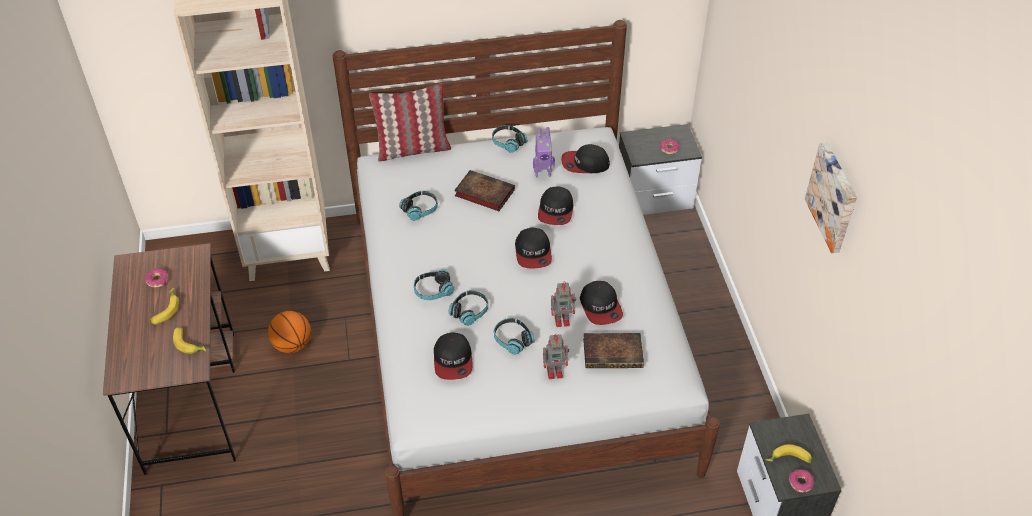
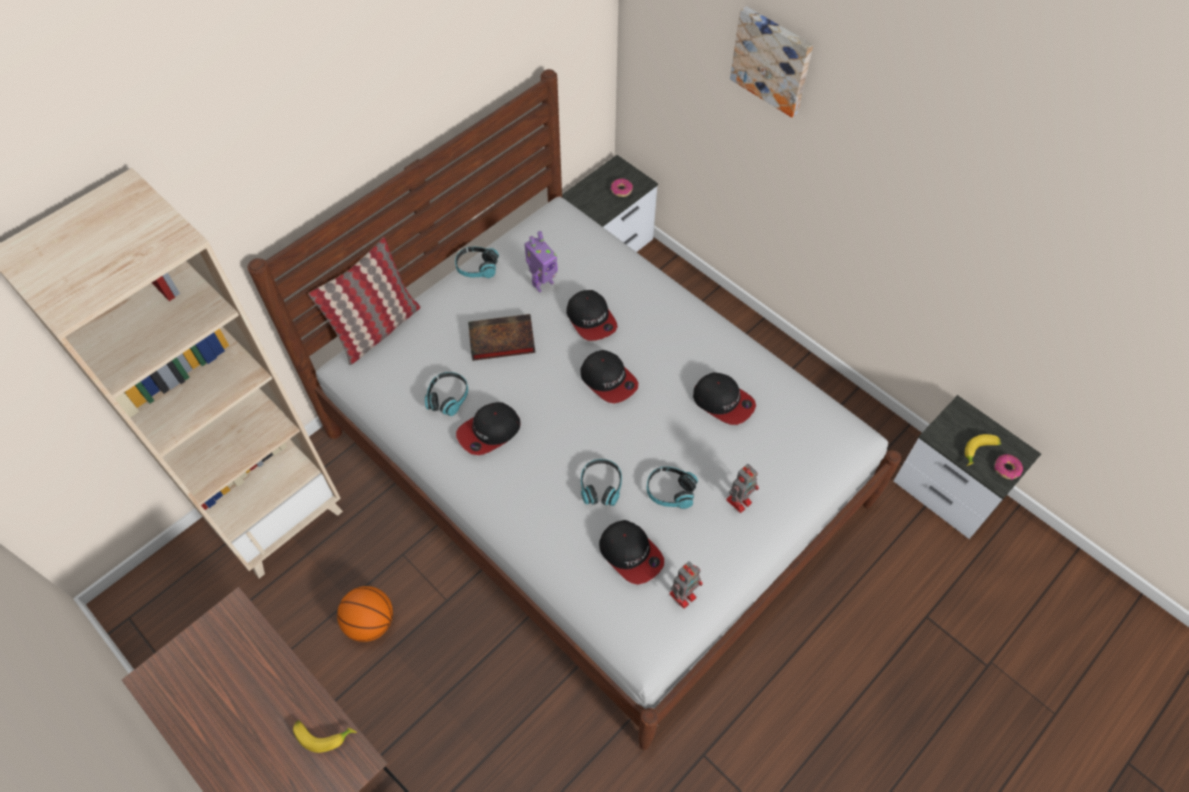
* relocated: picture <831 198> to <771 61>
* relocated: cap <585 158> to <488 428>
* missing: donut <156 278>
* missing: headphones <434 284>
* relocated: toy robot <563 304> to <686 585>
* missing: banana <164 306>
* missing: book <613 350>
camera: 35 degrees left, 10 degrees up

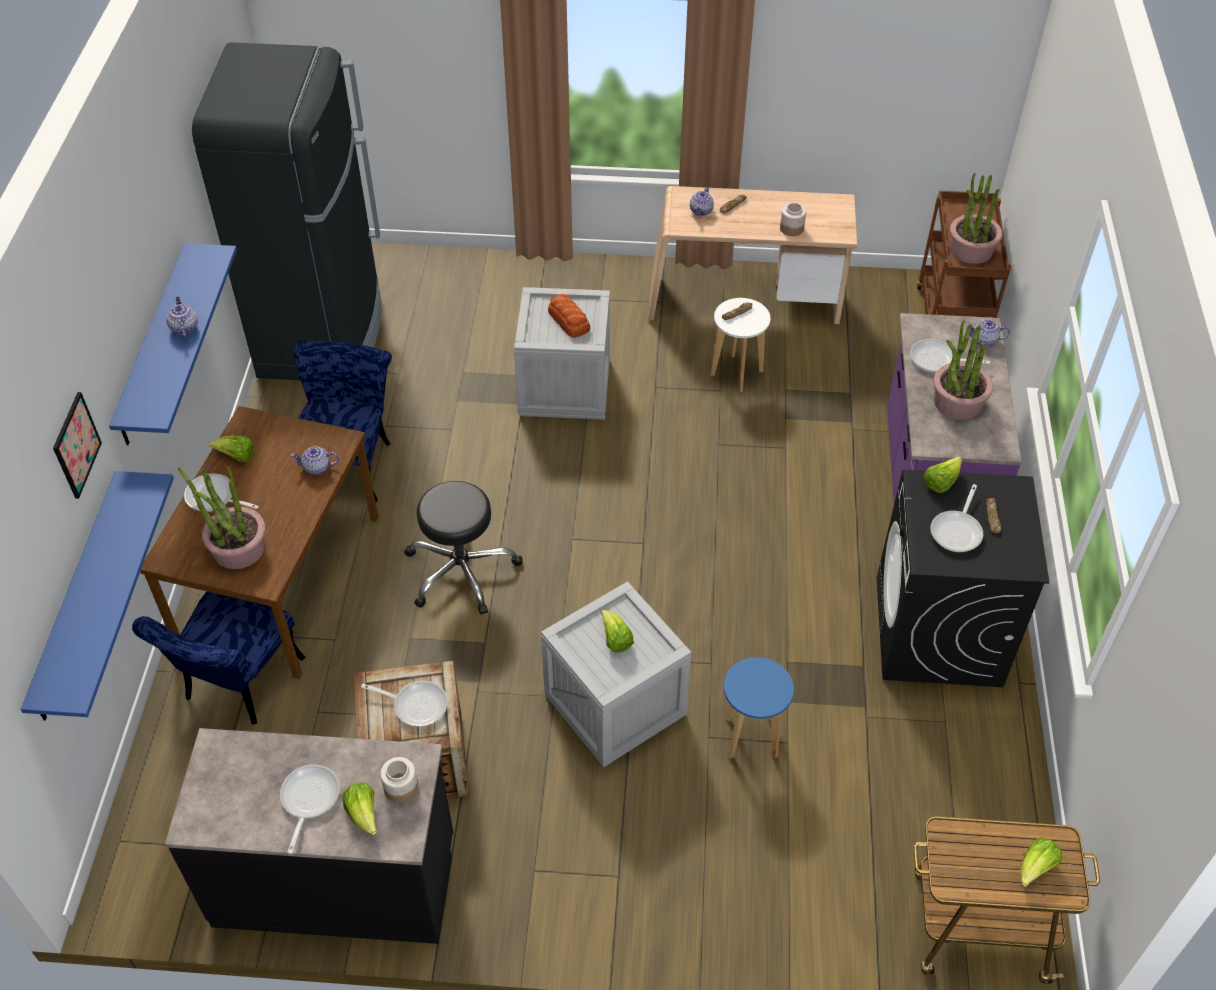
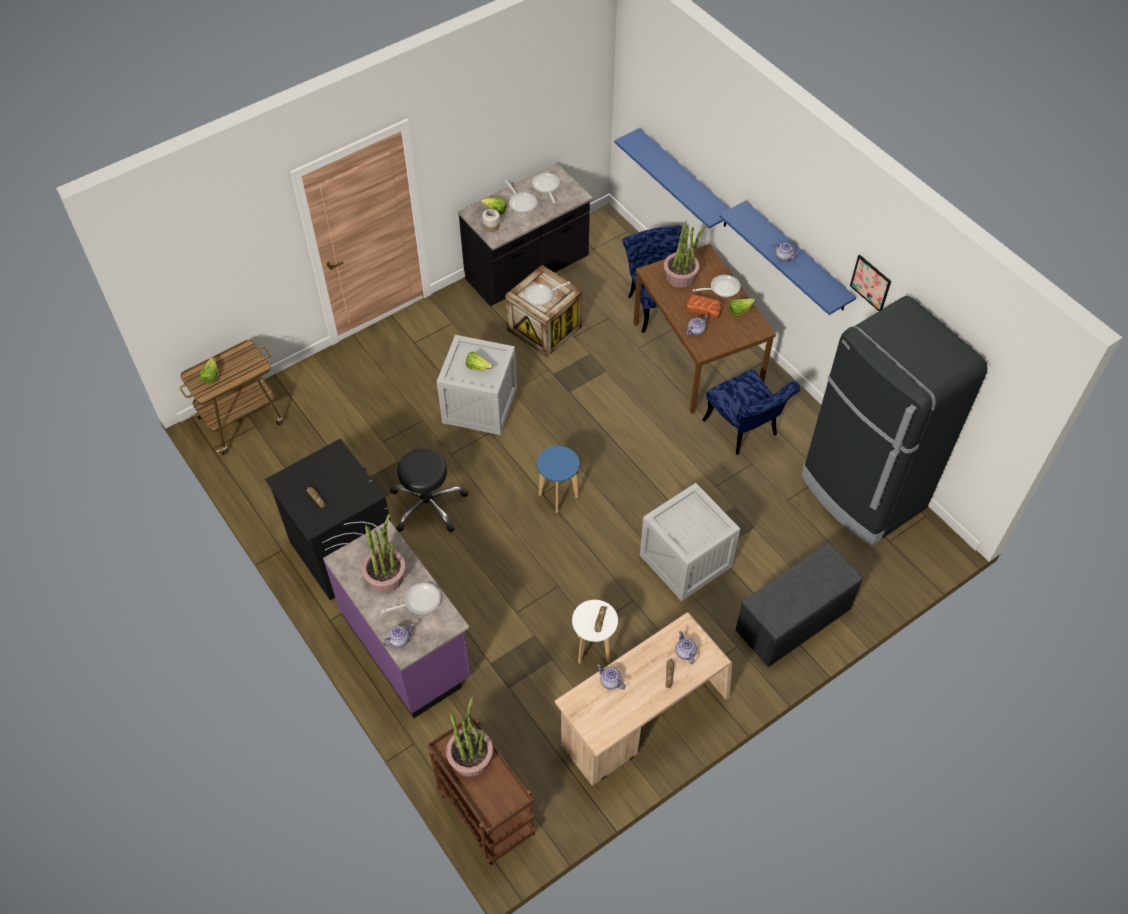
* exchanged: jar <793 219> to teapot <611 677>
* relocated: bread <569 316> to <704 307>
* relocated: picture <77 445> to <870 283>
* missing: lettuce <943 475>
* relocated: stool (black) <463 547> to <429 490>
* relocated: frying pan <957 518> to <546 188>
* relocated: stool (blue) <759 708> to <558 479>
* appeared: bench (grey) <799 605>
camera: 140 degrees right, 5 degrees up

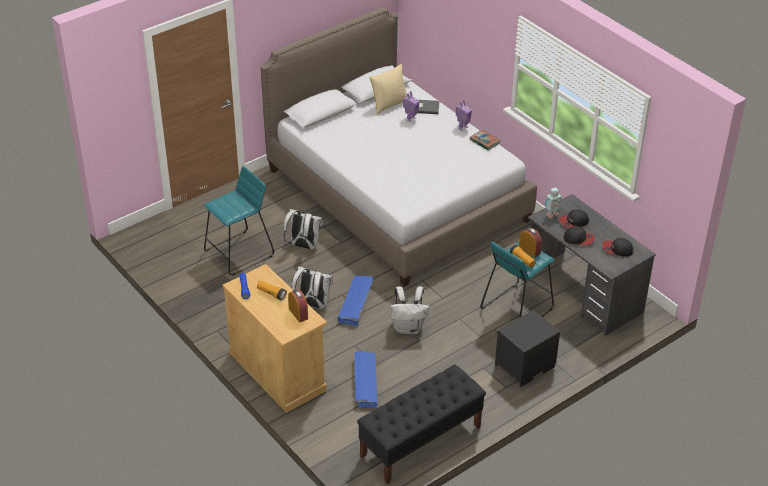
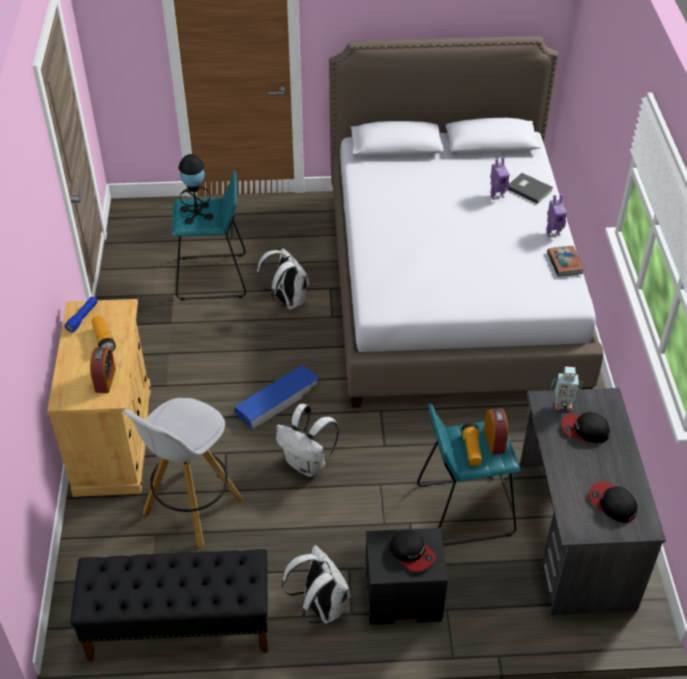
* missing: pillow <388 89>
* relocated: cap <579 235> to <412 550>
* relocated: backpack (white) <312 287> to <316 584>
* exchanged: storage box (blue) <366 379> to stool (white) <183 472>
* appeared: table lamp (black) <196 189>
camera: 35 degrees right, 5 degrees up

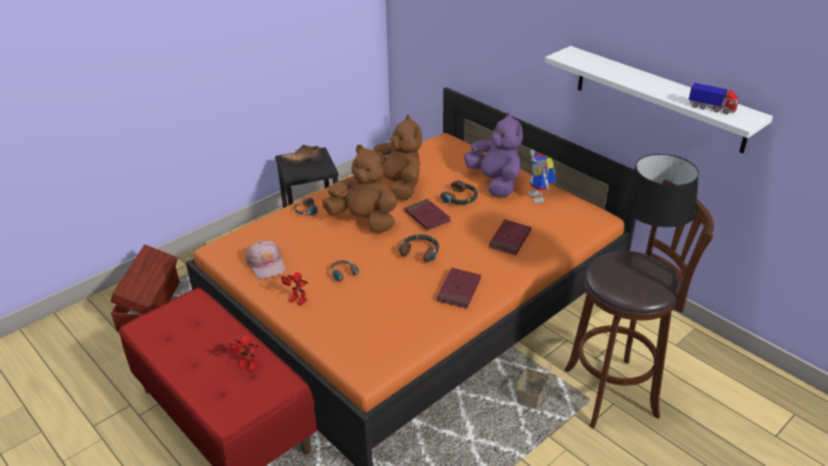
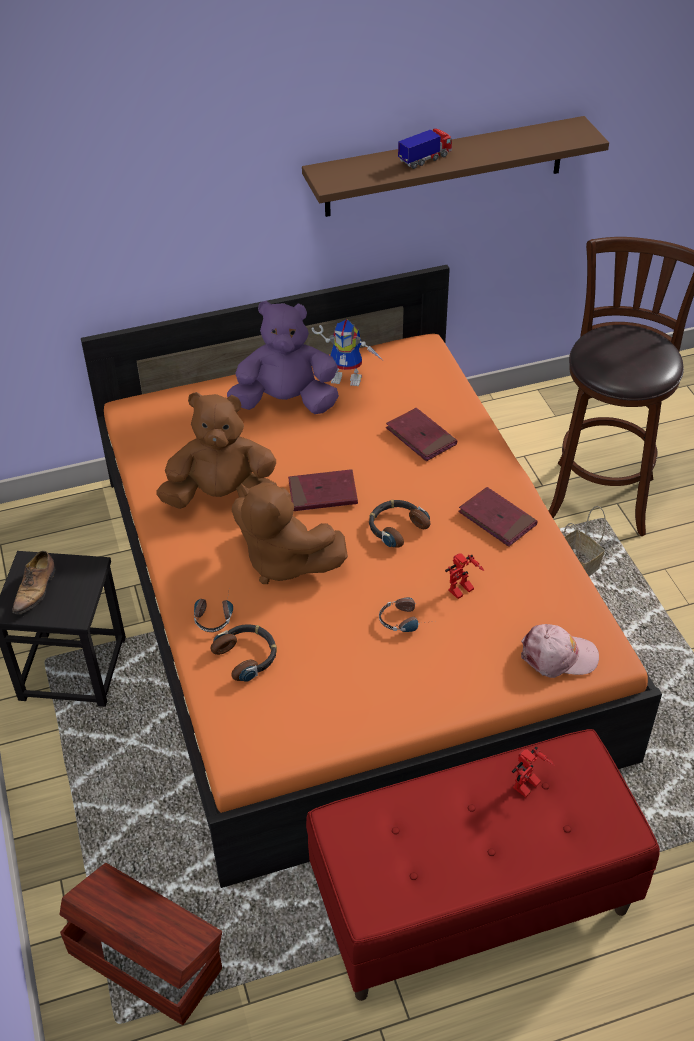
* colour: shelf (white) <659 99> to shelf (brown) <455 166>
* relocated: toy truck <713 99> to <425 148>
* spun: plush toy (brown) <359 189> = <290 533> 105 degrees counterclockwise
* missing: table lamp (black) <660 206>
* relocated: headphones <459 192> to <244 653>
* relocated: cap (pink) <265 260> to <560 651>
* relocated: toy robot <294 289> to <464 576>
camera: 65 degrees left, 10 degrees up

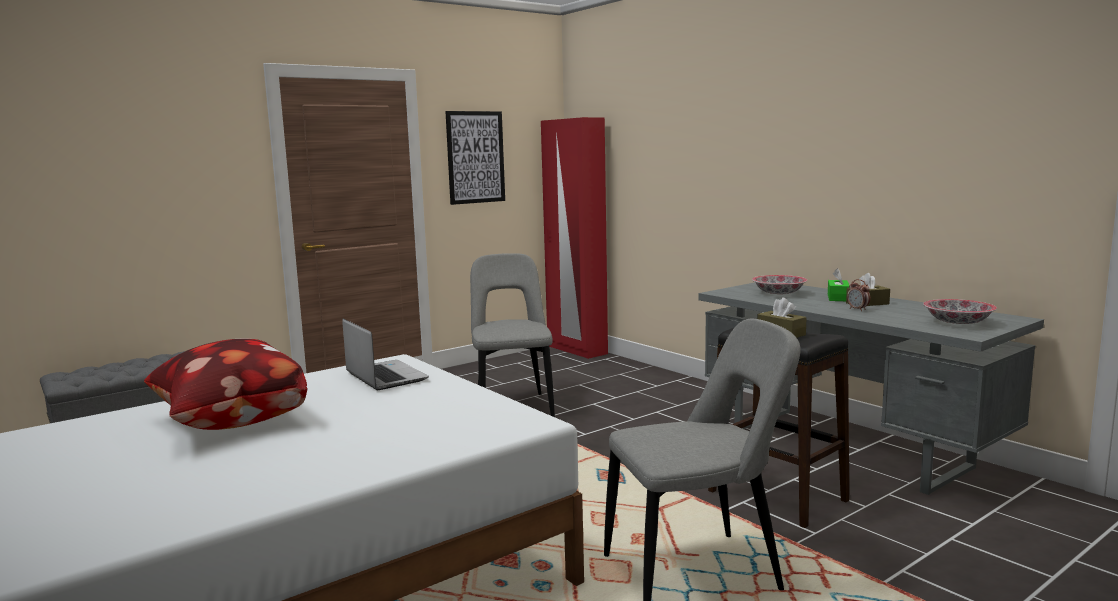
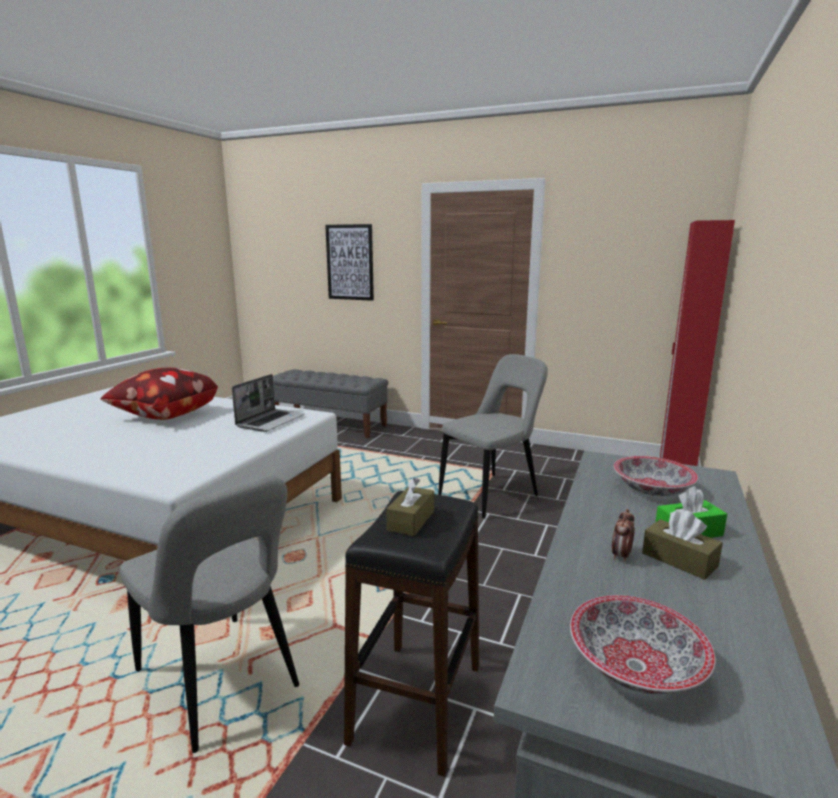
* relocated: picture <475 158> to <349 262>
camera: 60 degrees right, 5 degrees up

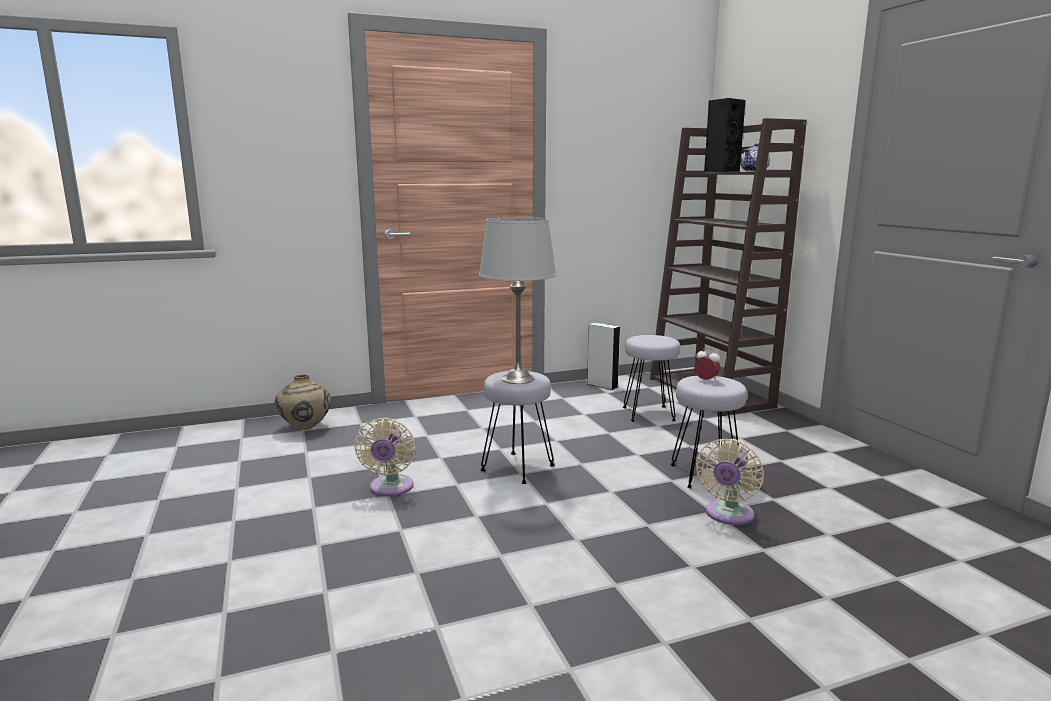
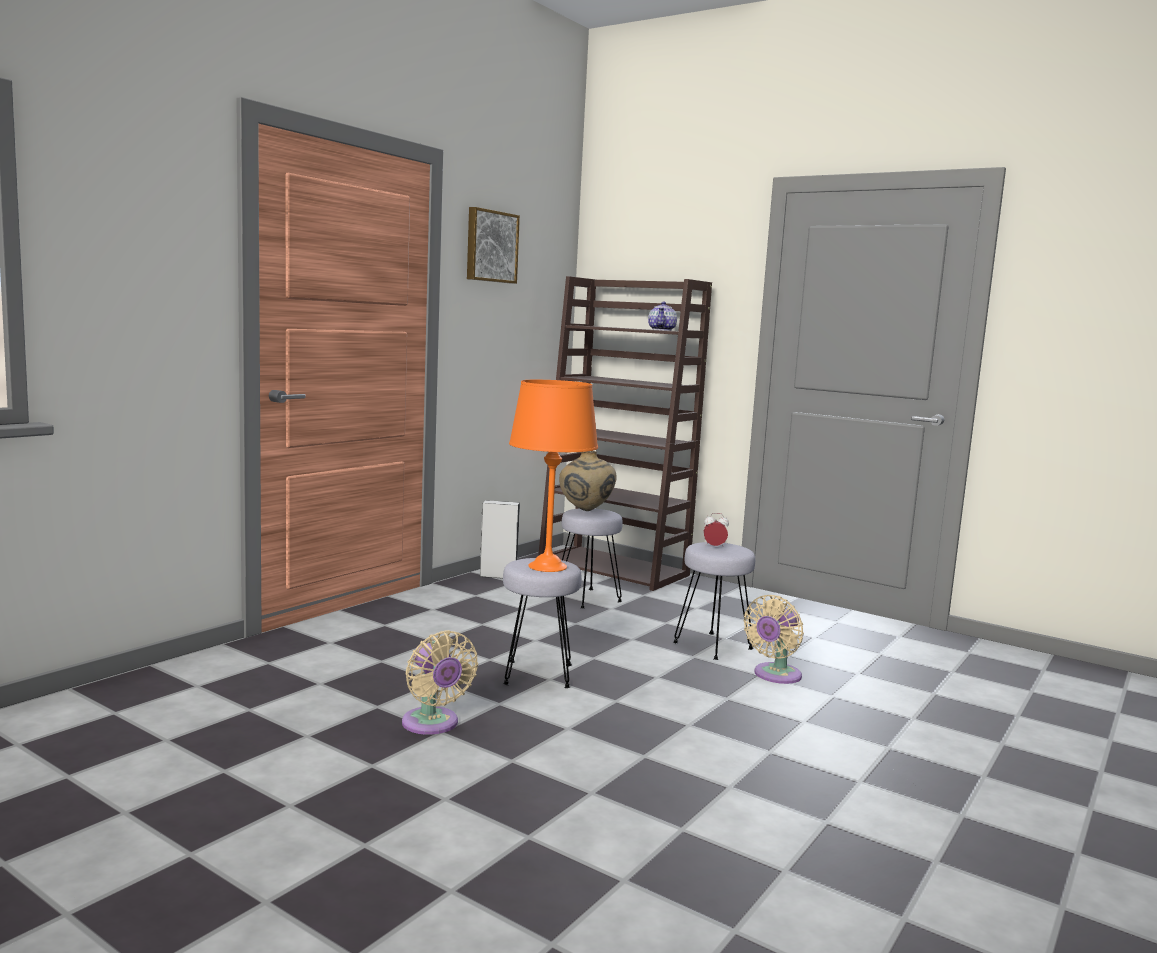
* missing: speaker (black) <725 135>
* colour: table lamp (grey) <517 300> to table lamp (orange) <553 476>
* relocated: vase (beige) <303 402> to <588 481>
* spun: fan (beige) <730 482> = <773 639> 45 degrees clockwise
* appeared: picture <493 245>
camera: 35 degrees left, 5 degrees down

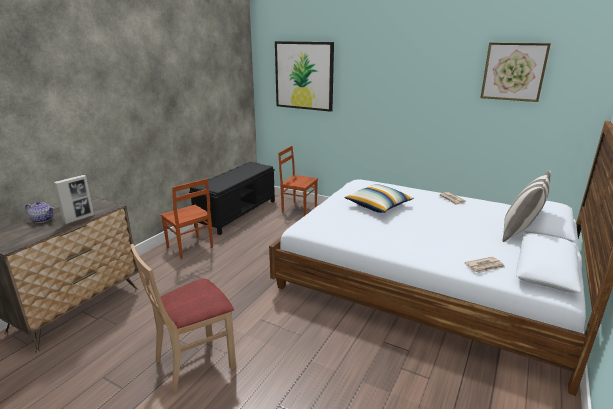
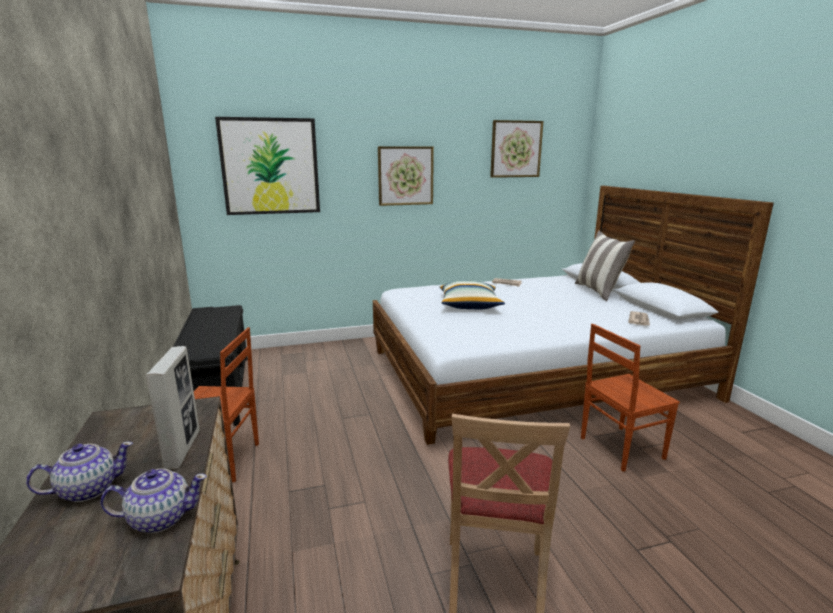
* relocated: chair (brown) <298 181> to <630 398>
* appeared: picture <406 176>
* appeared: teapot <154 501>
camera: 45 degrees left, 5 degrees down

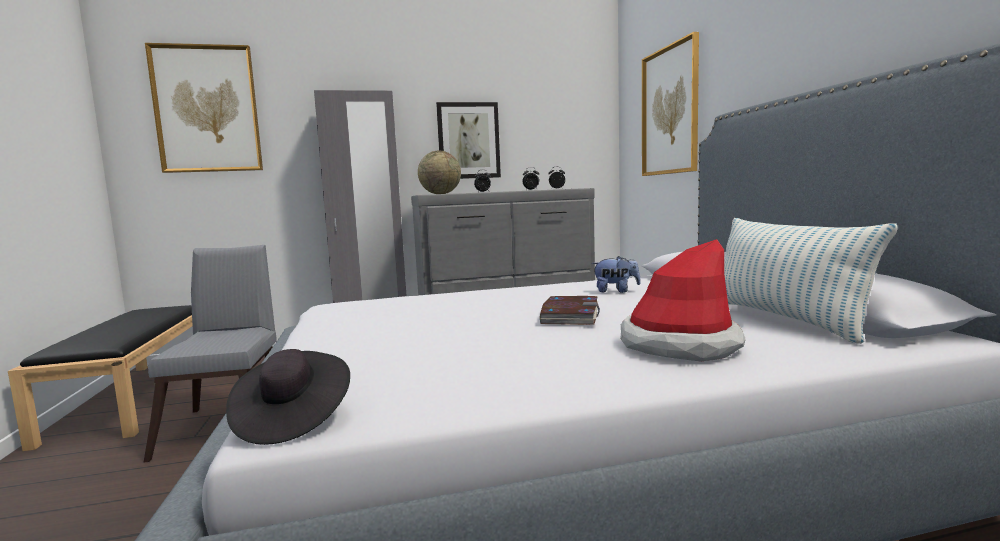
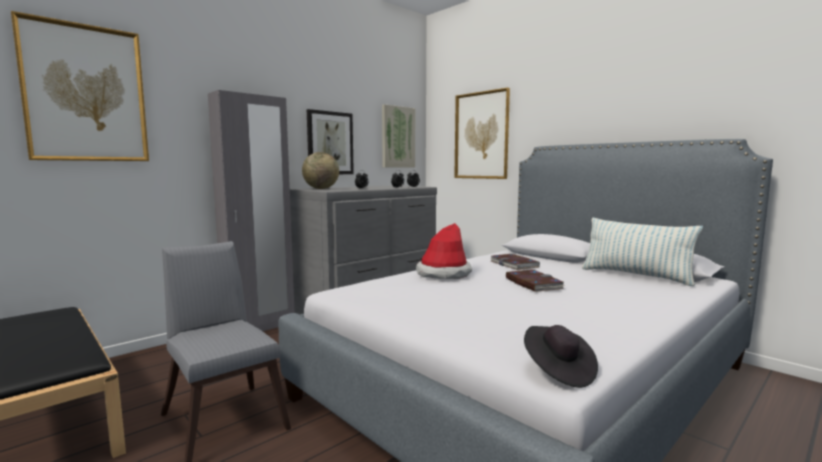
* relocated: hat <683 300> to <444 251>
* exchanged: plush toy <616 274> to book <514 262>
* appeared: picture <398 136>
camera: 30 degrees left, 0 degrees up

